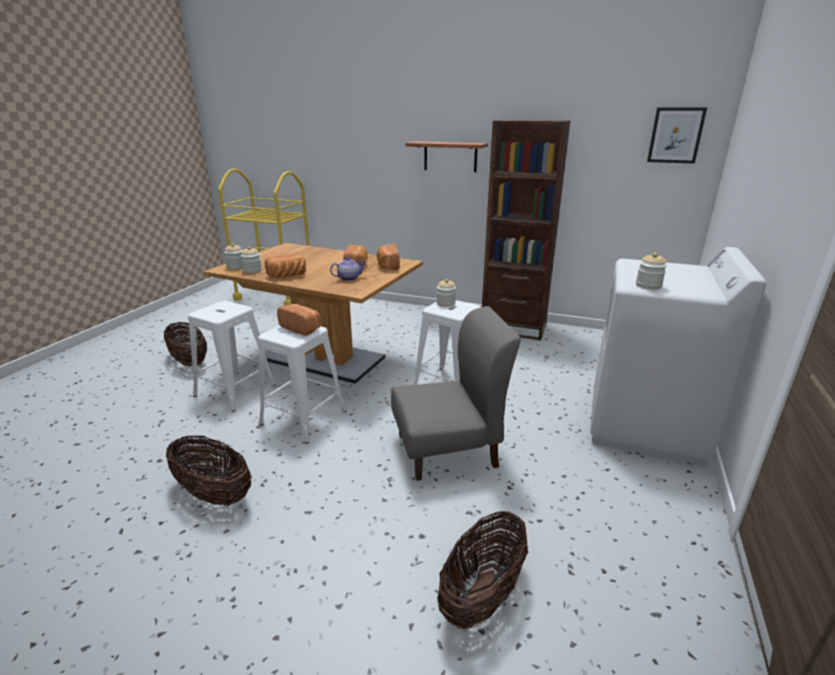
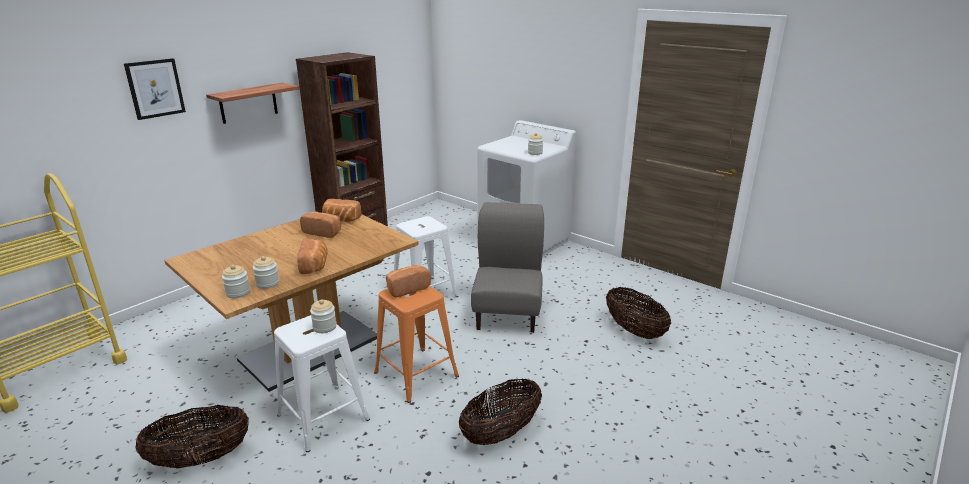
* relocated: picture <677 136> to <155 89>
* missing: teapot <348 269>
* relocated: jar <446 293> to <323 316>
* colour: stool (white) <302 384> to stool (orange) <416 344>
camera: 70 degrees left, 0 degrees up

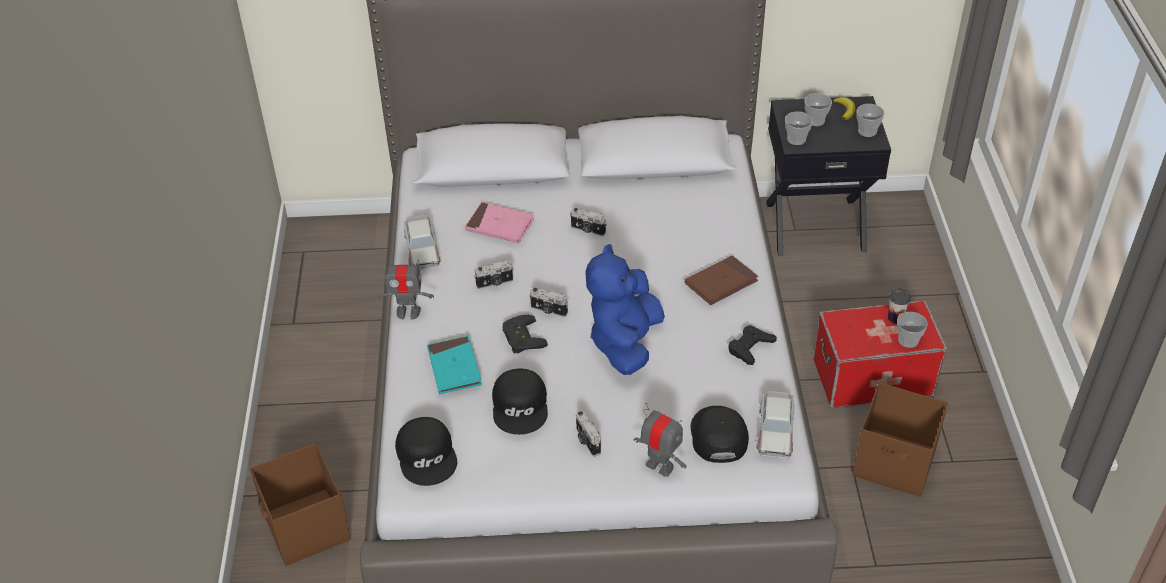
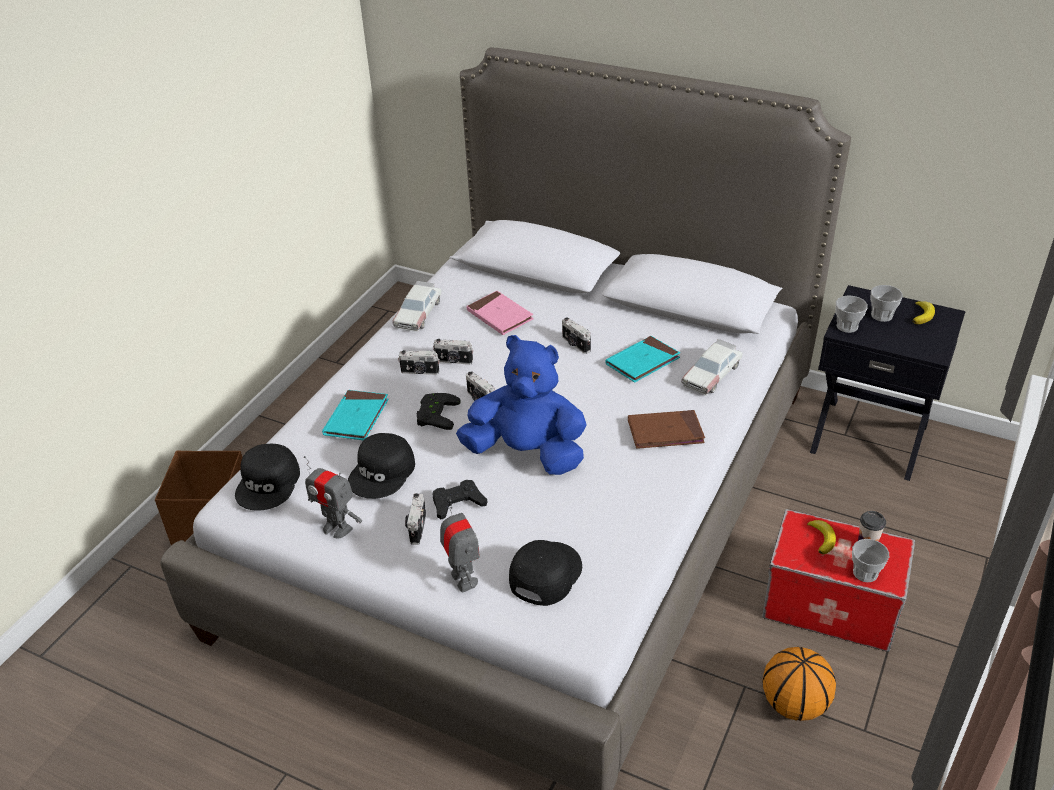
* missing: cup <871 120>
* spun: plush toy (blue) <625 309> = <521 405> 60 degrees clockwise
* relocated: toy robot <406 289> to <333 497>
* relocated: game controller (black) <752 345> to <459 500>
* exchanged: storage box (brown) <900 439> to basketball <799 684>
* relocated: toy car <775 425> to <711 367>
* appeared: book (turquoise) <643 359>
* appeared: photo camera <419 362>
* appeared: banana <821 537>
camera: 30 degrees right, 5 degrees down

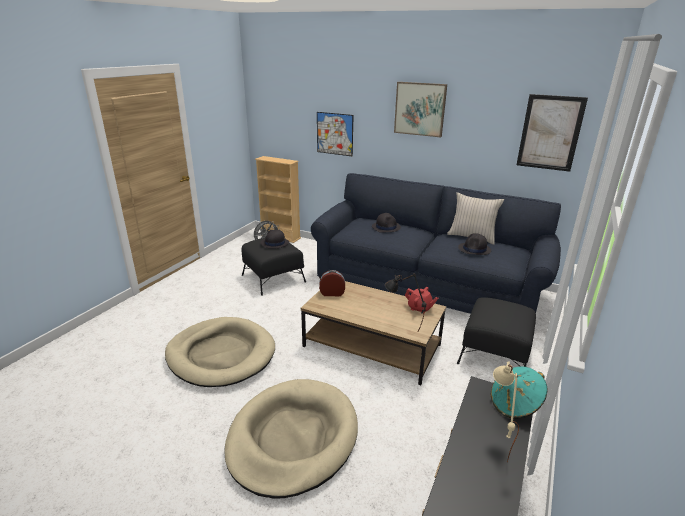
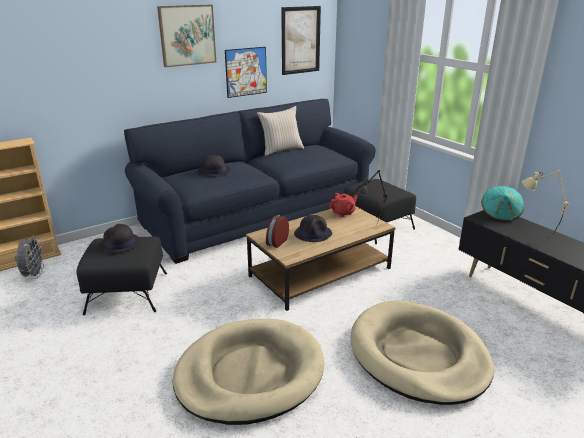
* relocated: picture <335 134> to <246 72>
* relocated: hat (black) <474 244> to <313 228>
camera: 60 degrees left, 0 degrees up

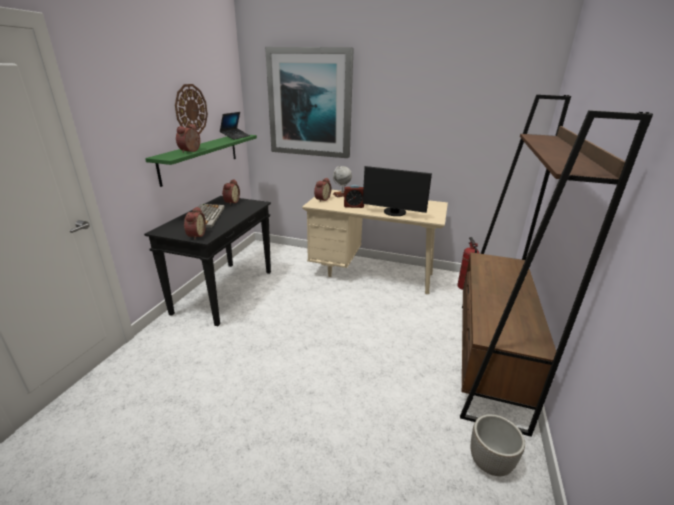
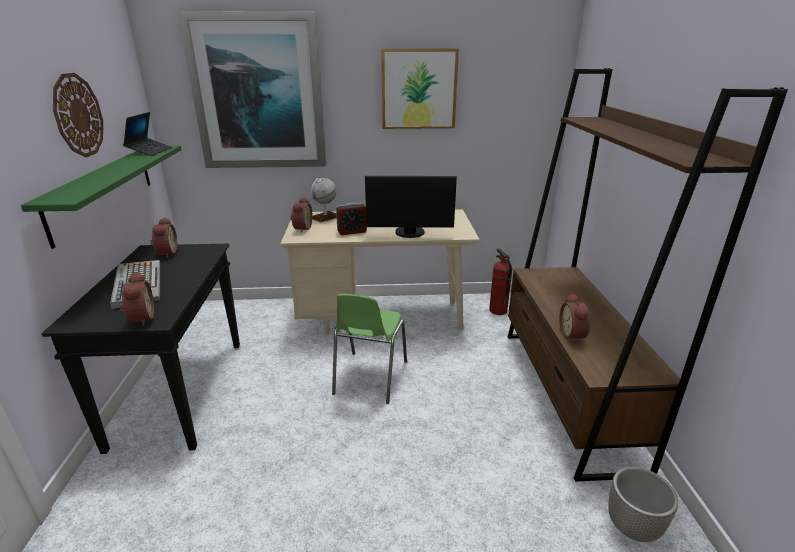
* relocated: alarm clock <188 138> to <574 318>
* appeared: picture <420 88>
* appeared: chair (green) <369 349>
camera: 20 degrees left, 0 degrees up

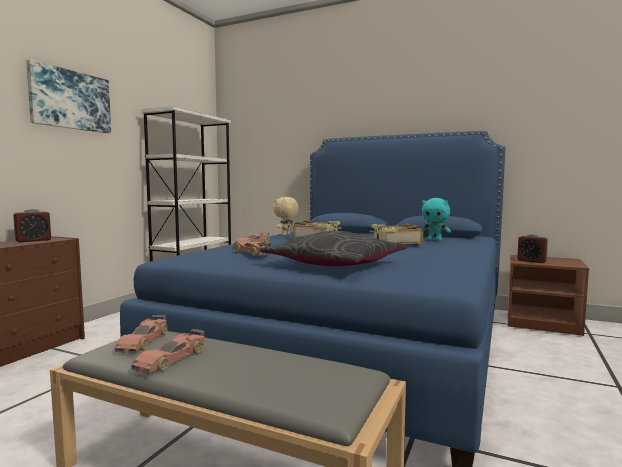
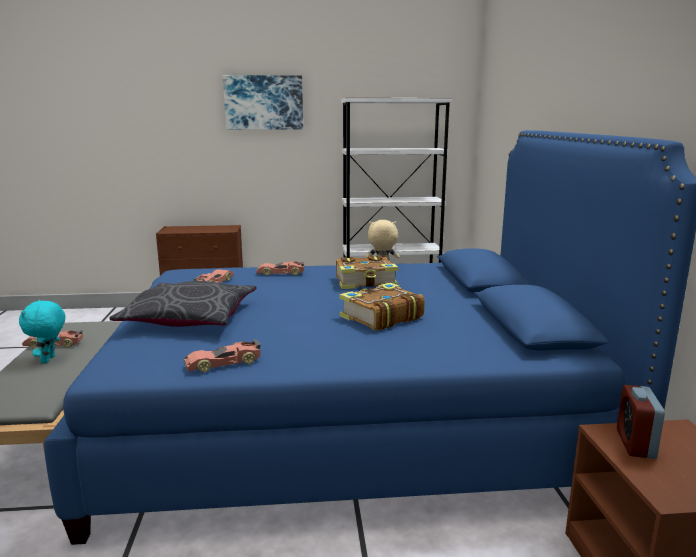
* relocated: plush toy (turquoise) <436 219> to <42 331>
* missing: alarm clock <32 225>
* relocated: toy car <141 334> to <222 355>
camera: 60 degrees right, 10 degrees up

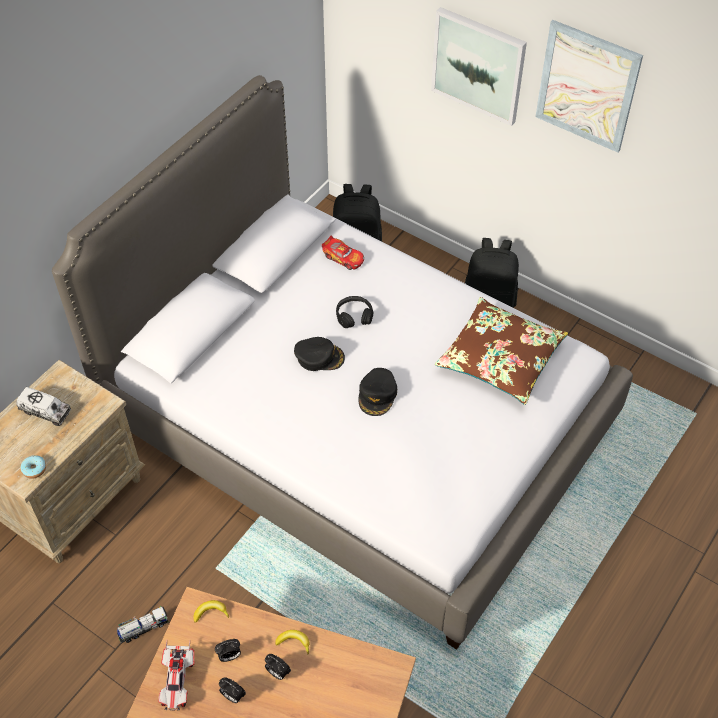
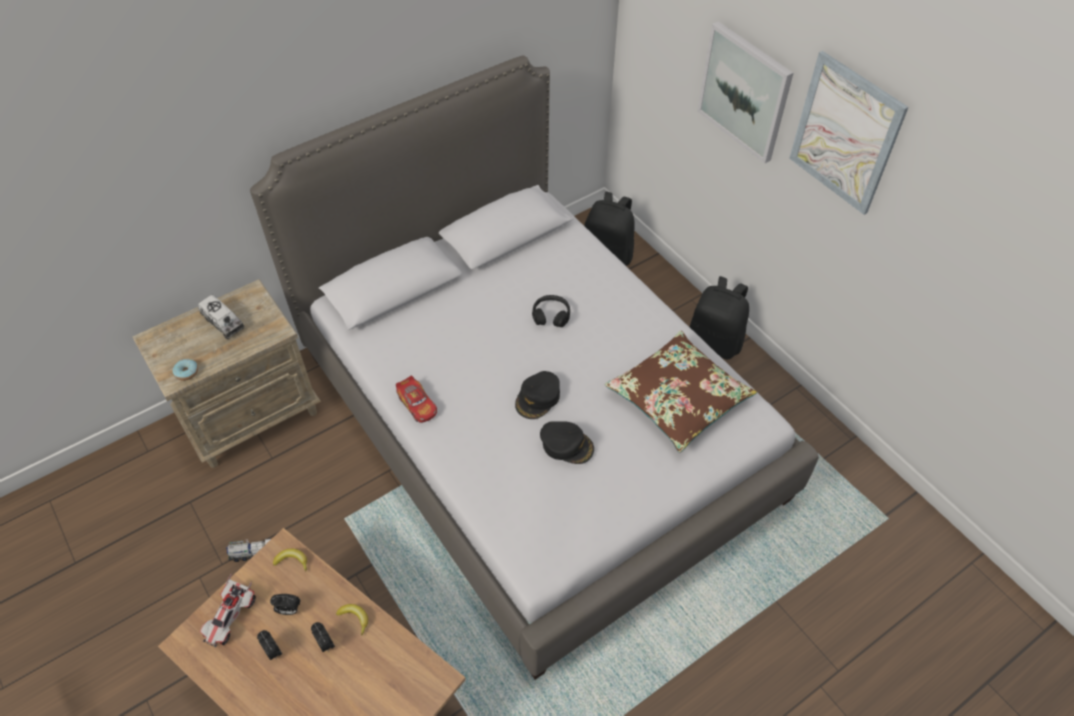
* relocated: toy car <343 253> to <416 399>
* relocated: cap (black) <319 354> to <567 442>
camera: 20 degrees right, 0 degrees up

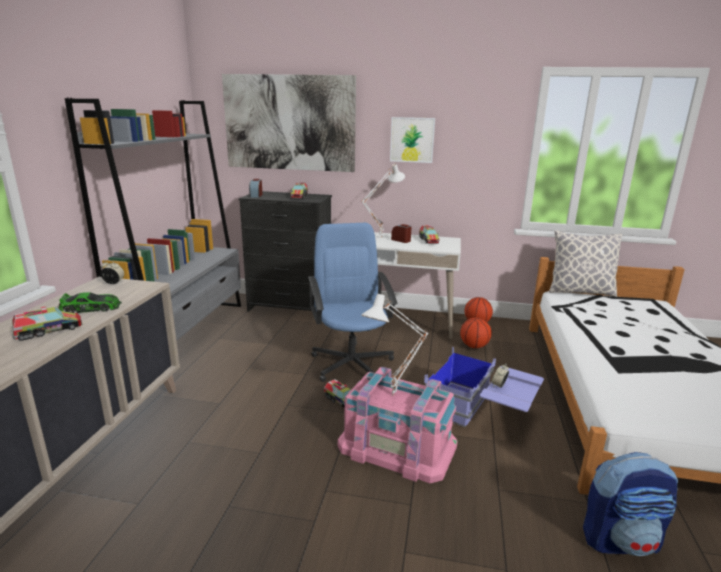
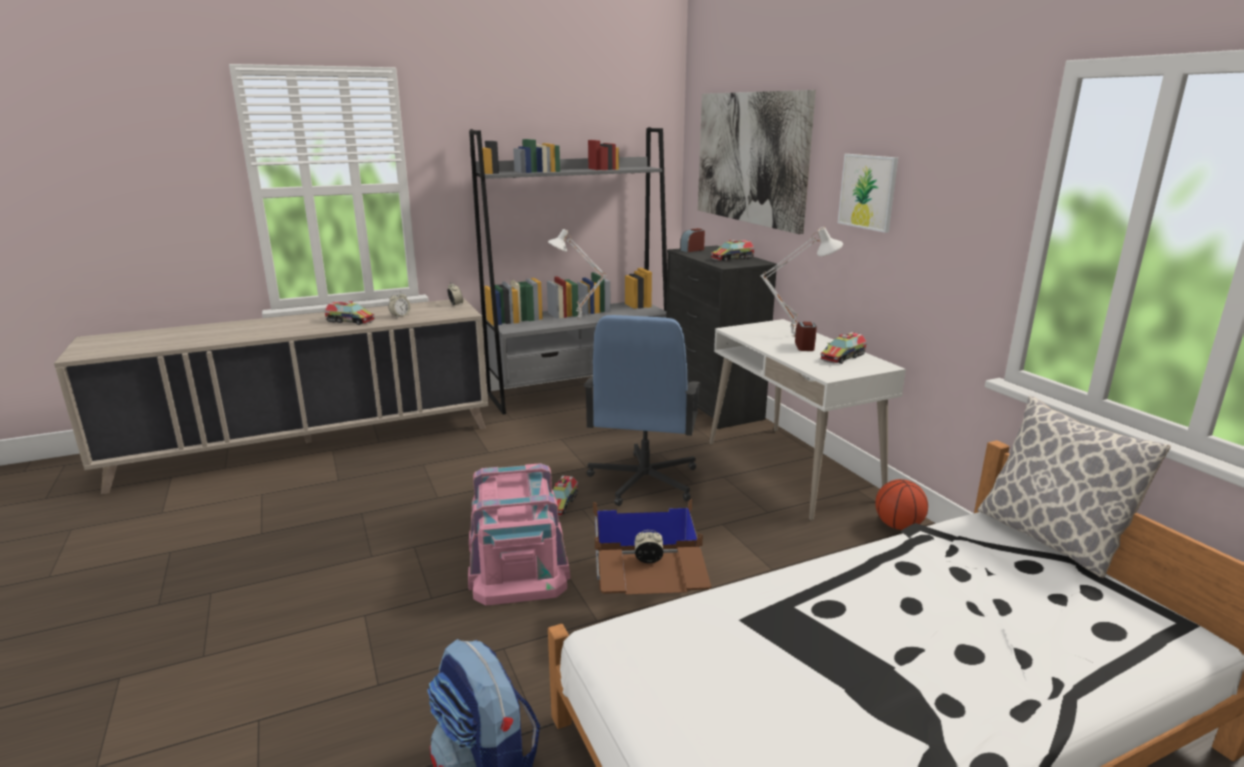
* spun: office chair (blue) <353 302> = <642 410> 150 degrees clockwise
* exchanged: toy car <90 302> to alarm clock <400 304>
* relocated: table lamp (white) <395 345> to <577 274>
* missing: basketball <476 332>
* colour: storage box (blue) <484 387> to storage box (brown) <652 547>
camera: 55 degrees right, 0 degrees up

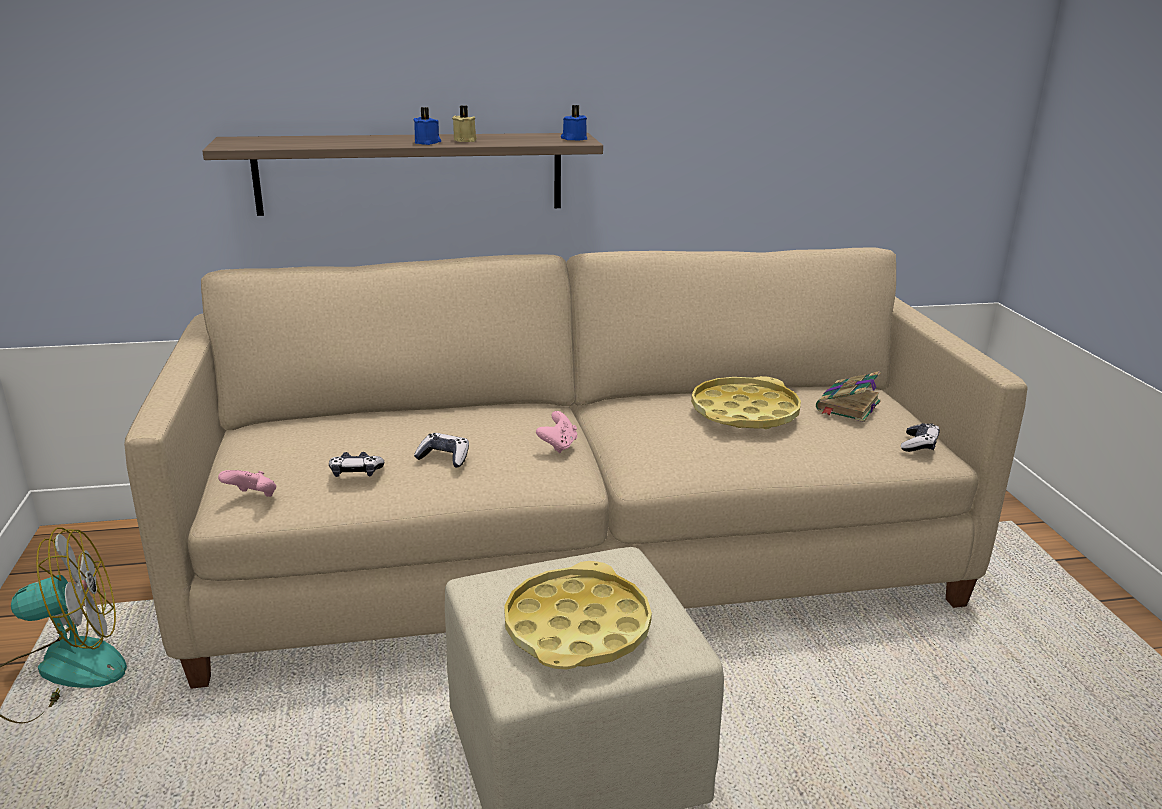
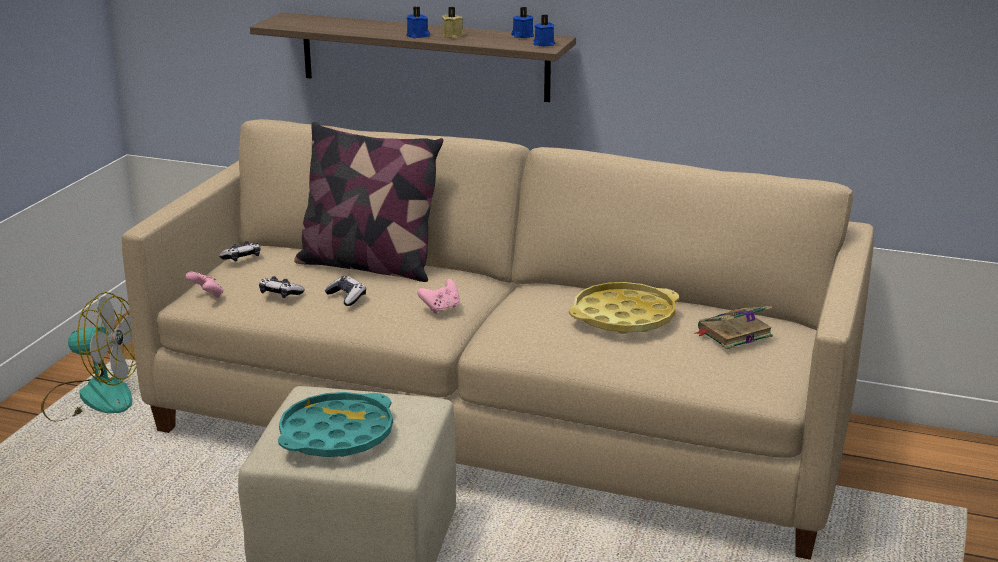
* relocated: game controller <920 437> to <239 251>
* colour: tray (yellow) <578 615> to tray (turquoise) <335 424>
* appeared: candle (blue) <522 22>
* appeared: pillow <368 202>
camera: 30 degrees right, 0 degrees up

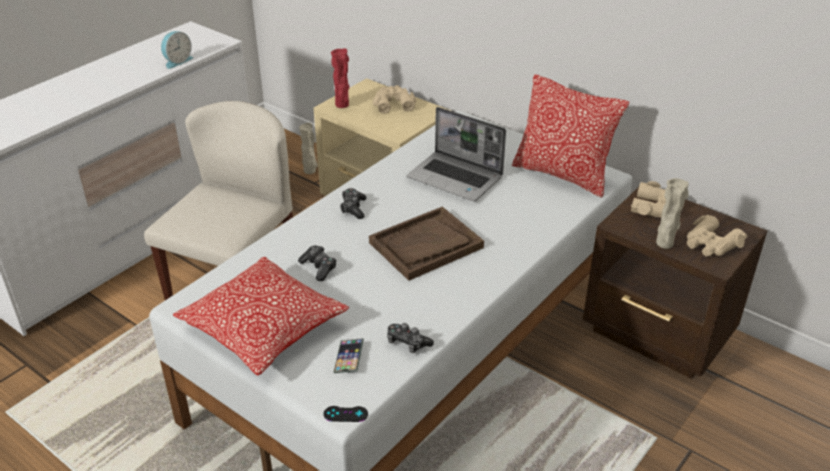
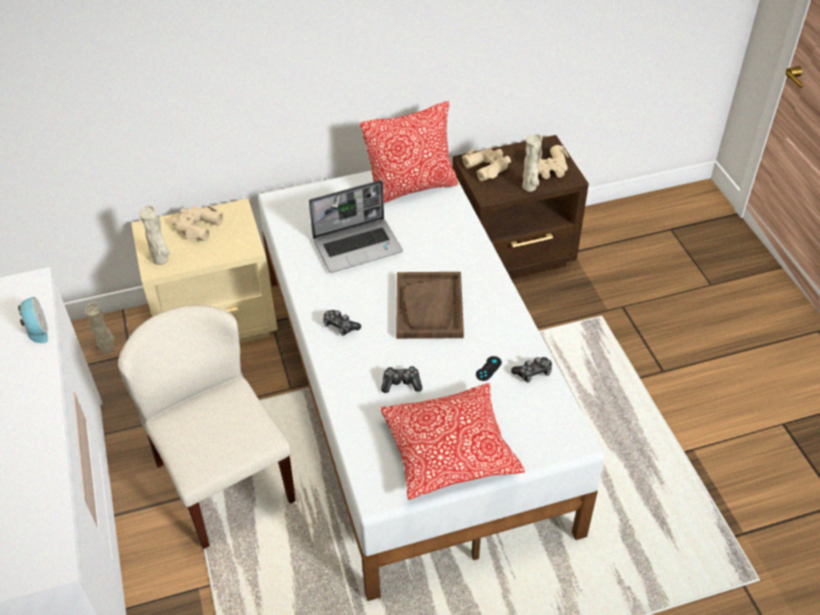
* colour: vase (red) <340 78> to vase (beige) <154 235>
* missing: phone <349 355>
* relocated: game controller (black) <346 414> to <489 368>
camera: 55 degrees left, 10 degrees up

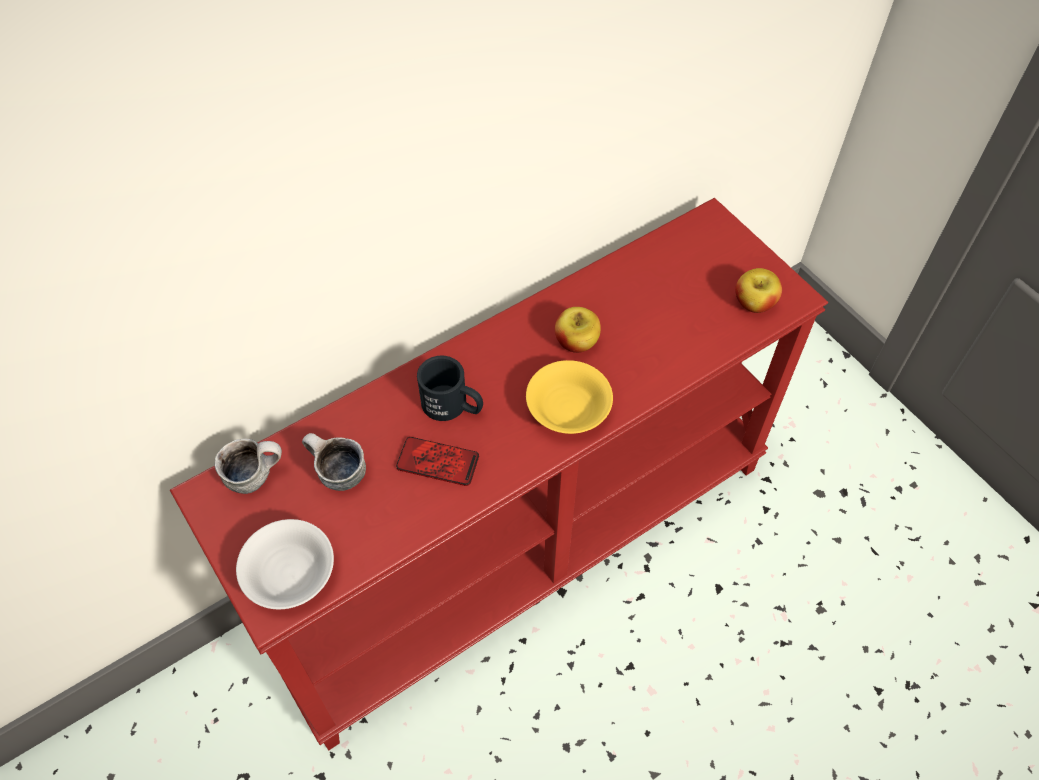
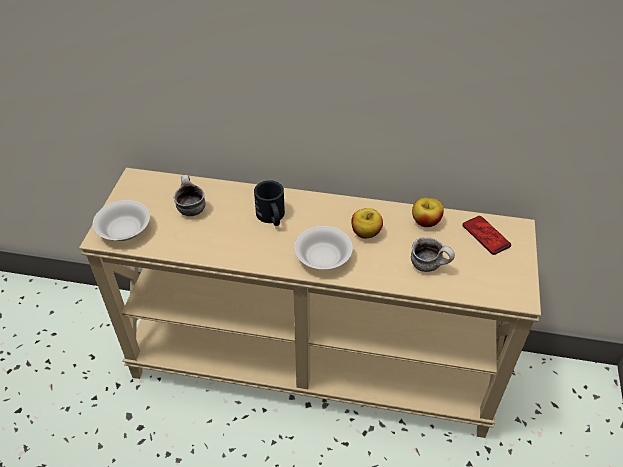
* colour: console table (red) <499 474> to console table (beige) <310 303>
* relocated: apple <758 290> to <428 212>
* colour: bowl (yellow) <569 397> to bowl (white) <323 248>
* relocated: phone <437 461> to <486 235>
* relocated: mug <248 466> to <433 254>
camera: 45 degrees right, 10 degrees down

